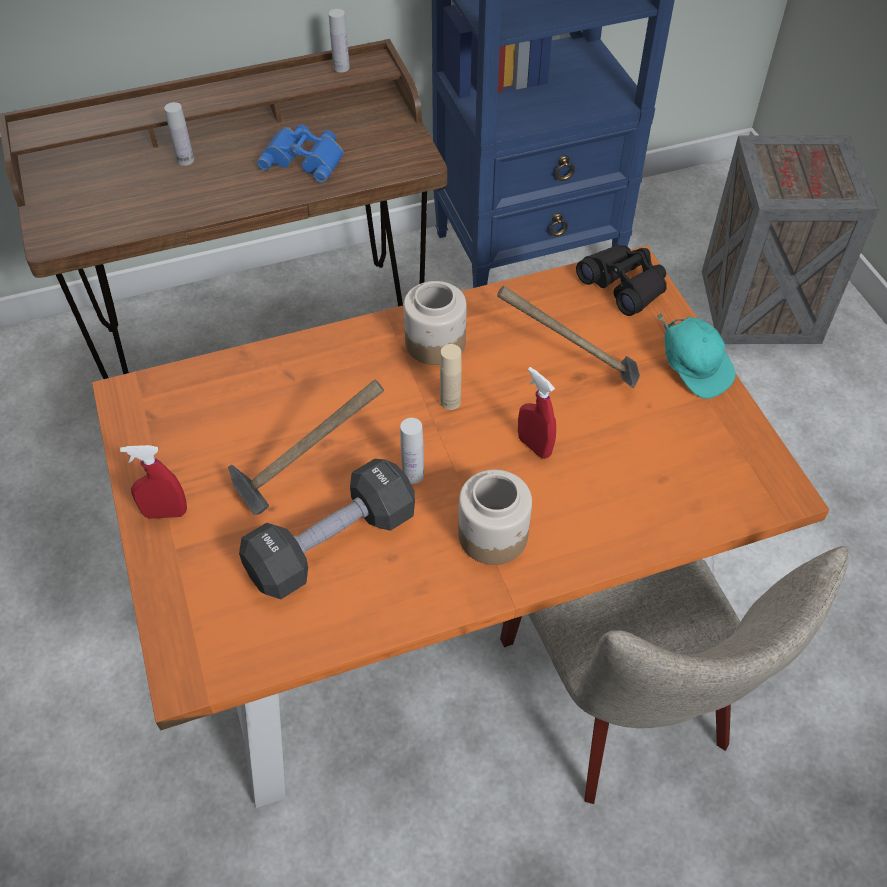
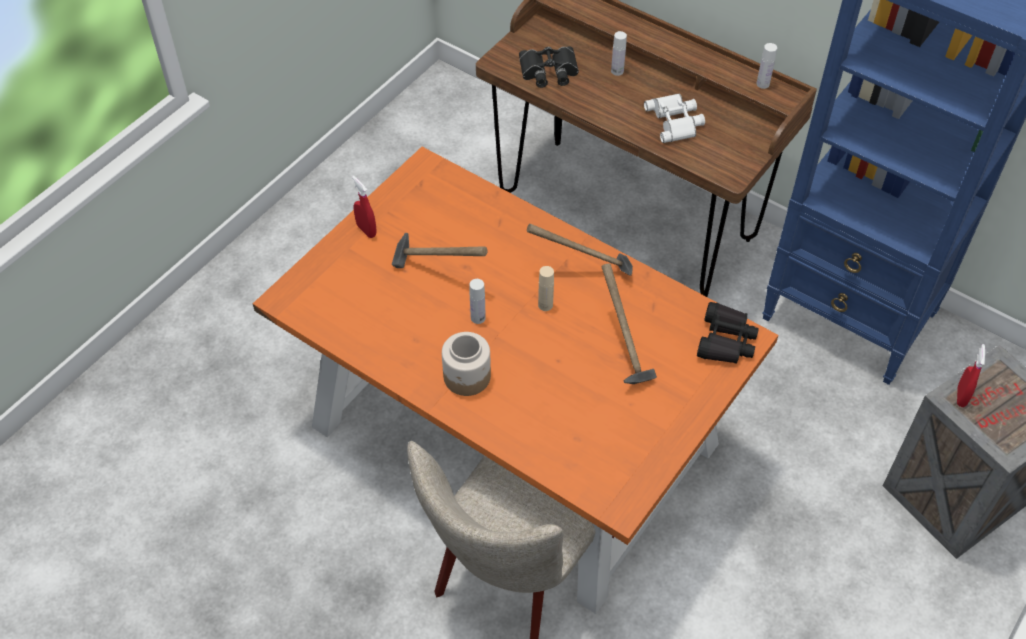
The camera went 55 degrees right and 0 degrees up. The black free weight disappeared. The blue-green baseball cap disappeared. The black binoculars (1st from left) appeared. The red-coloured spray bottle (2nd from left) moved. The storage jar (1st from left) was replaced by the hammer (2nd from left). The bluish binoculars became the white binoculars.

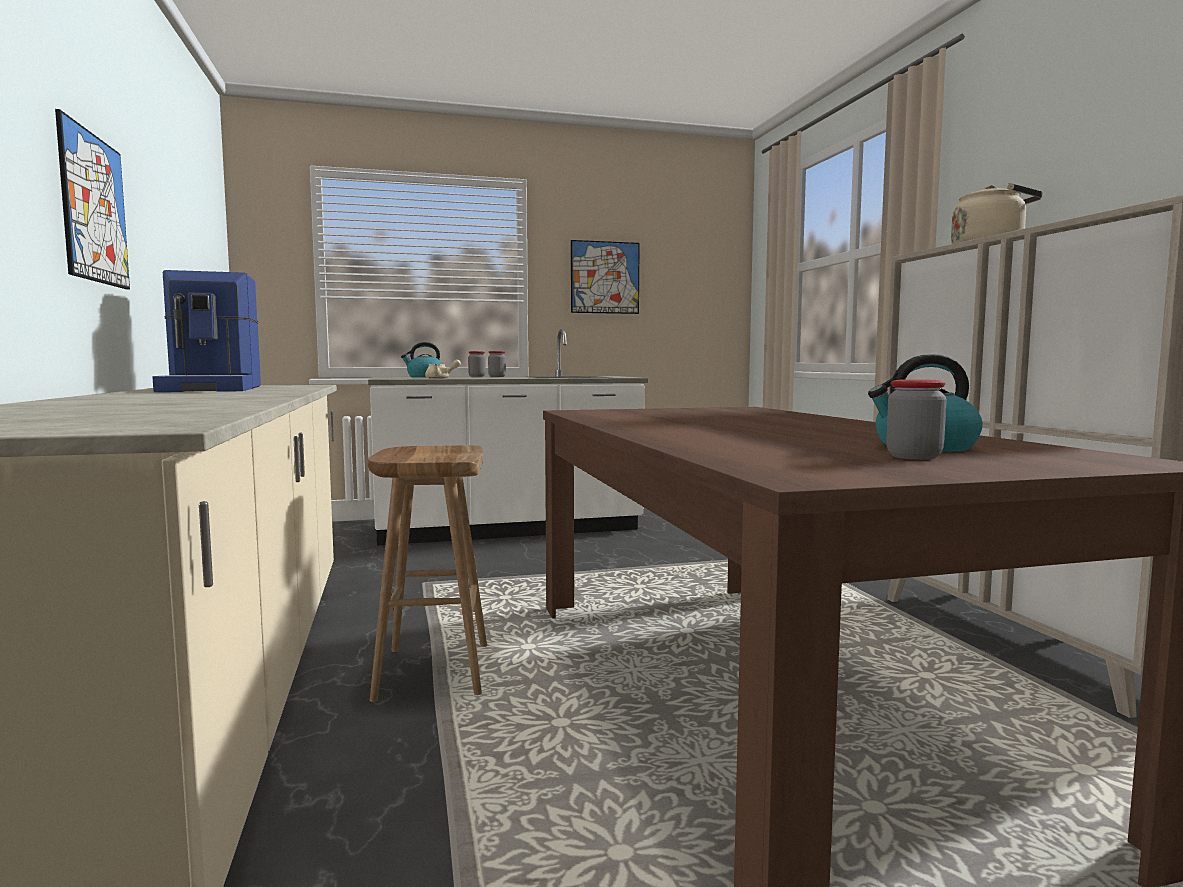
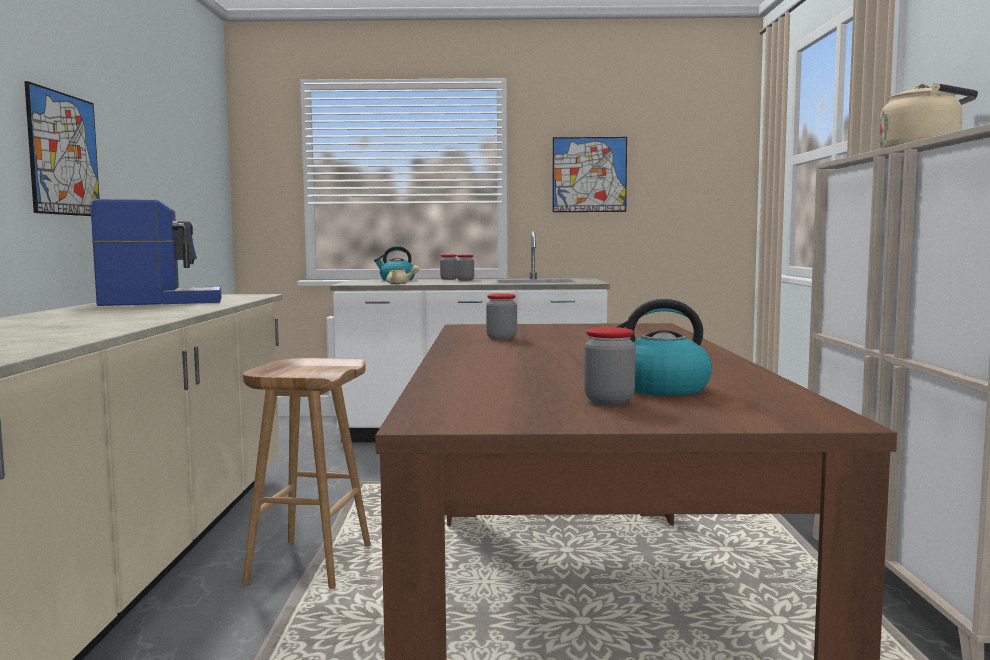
The camera went 15 degrees right and 0 degrees up. The storage jar (3rd from left) appeared. The coffee machine turned 105 degrees counterclockwise.

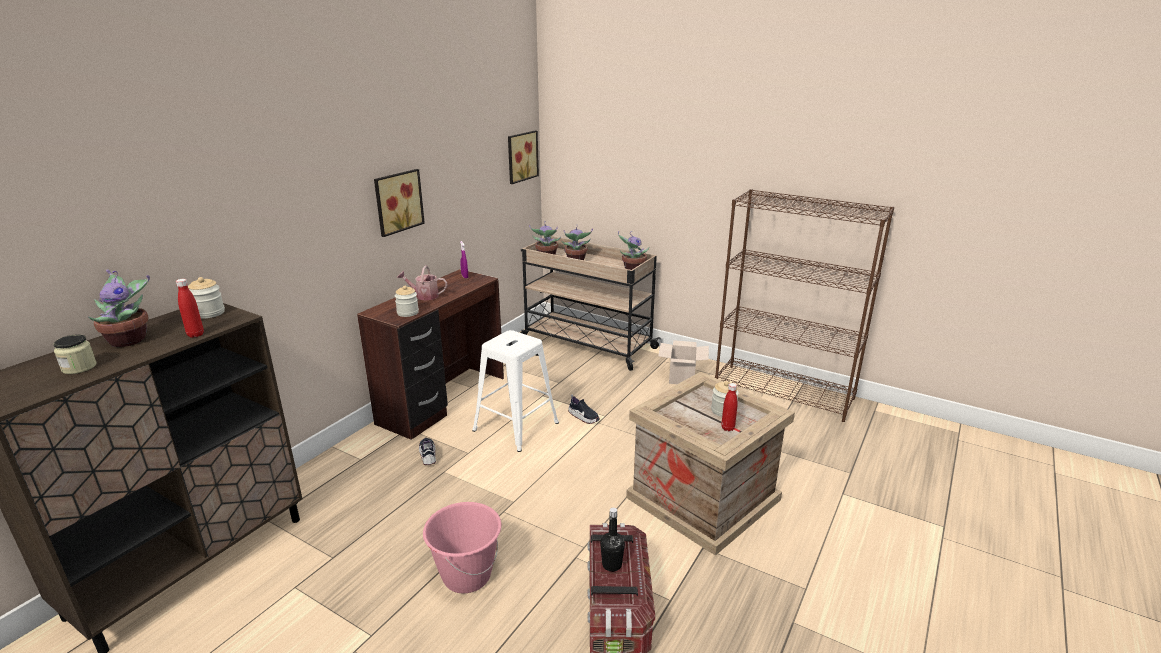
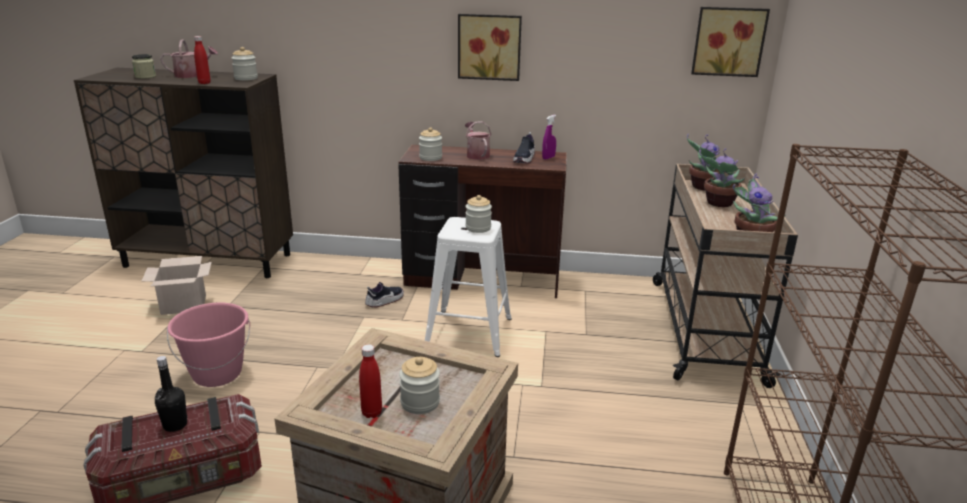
The camera went 65 degrees right and 0 degrees up. The storage jar (5th from left) appeared. The shoe (2nd from left) moved. The cardboard box moved. The plant in a pot (1st from left) was replaced by the watering pot (1st from left).

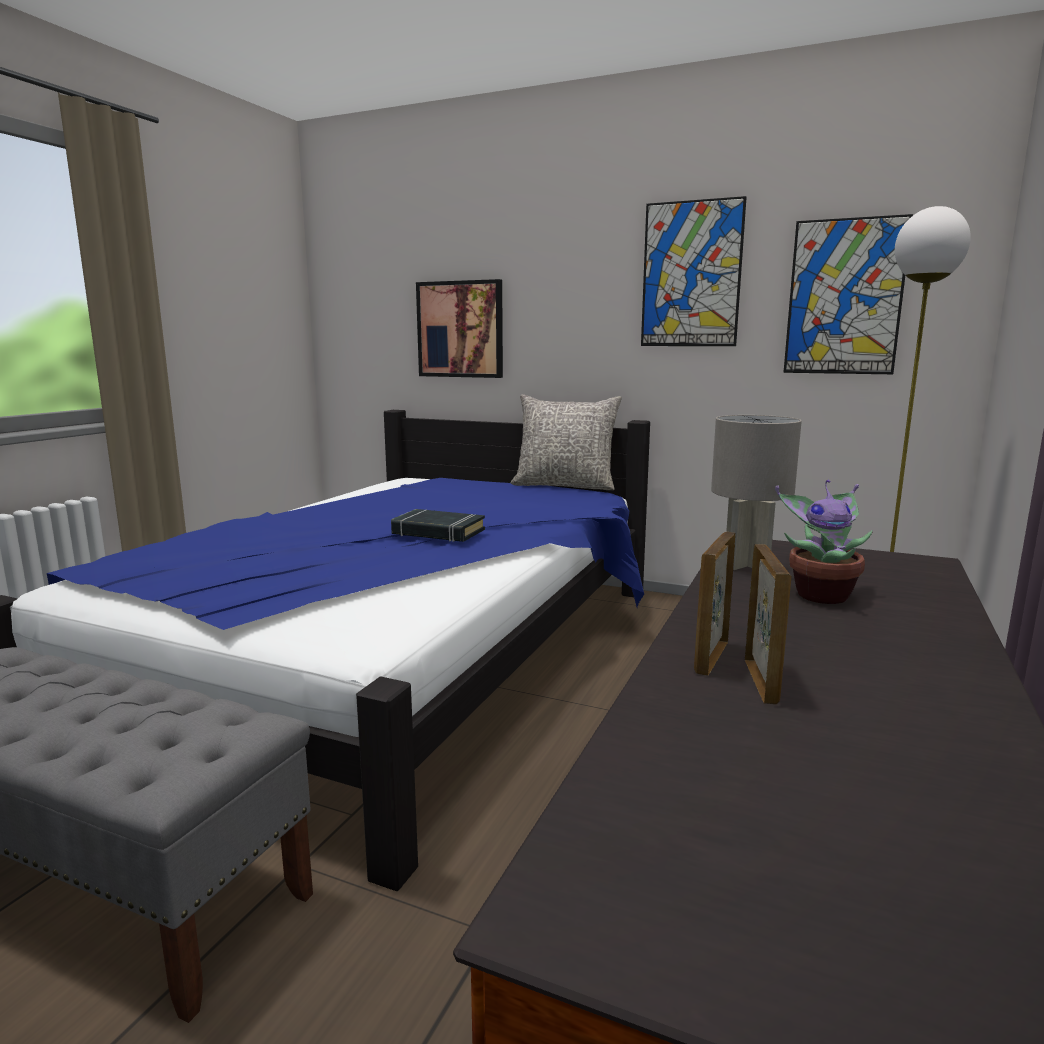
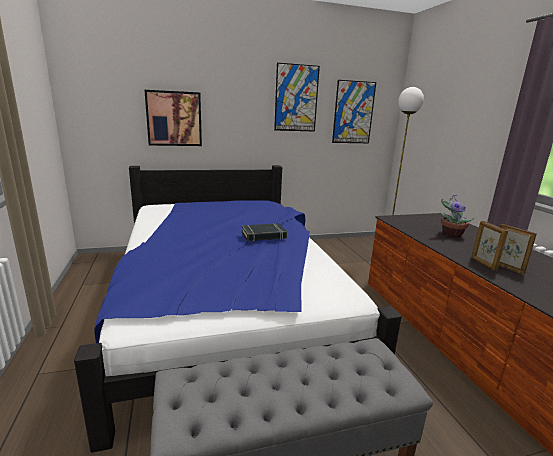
The camera went 40 degrees left and 5 degrees up. The grey cushion disappeared. The grey lamp for a table disappeared.

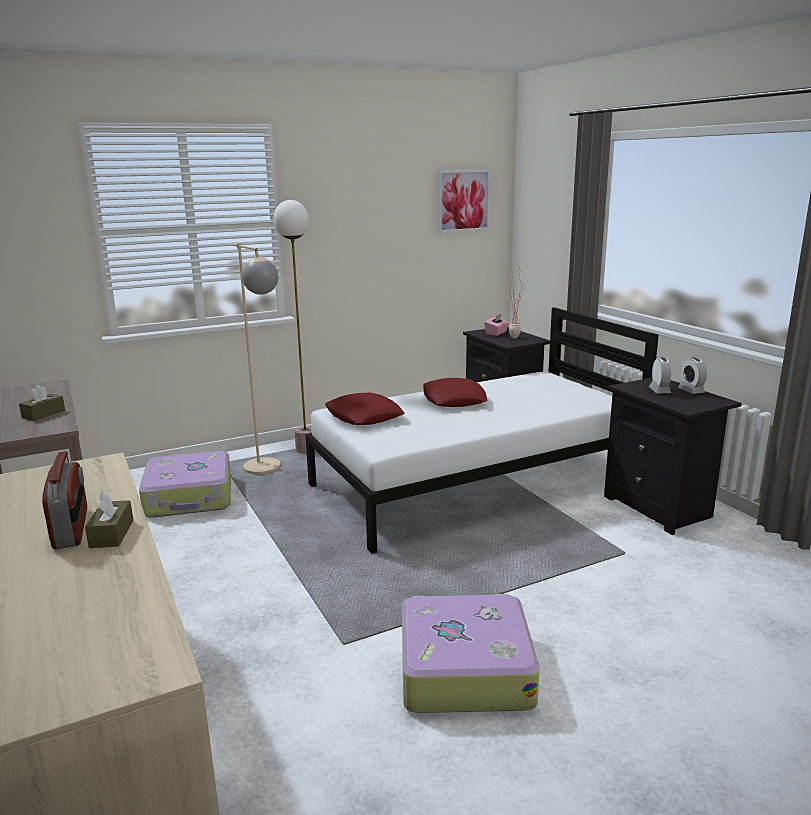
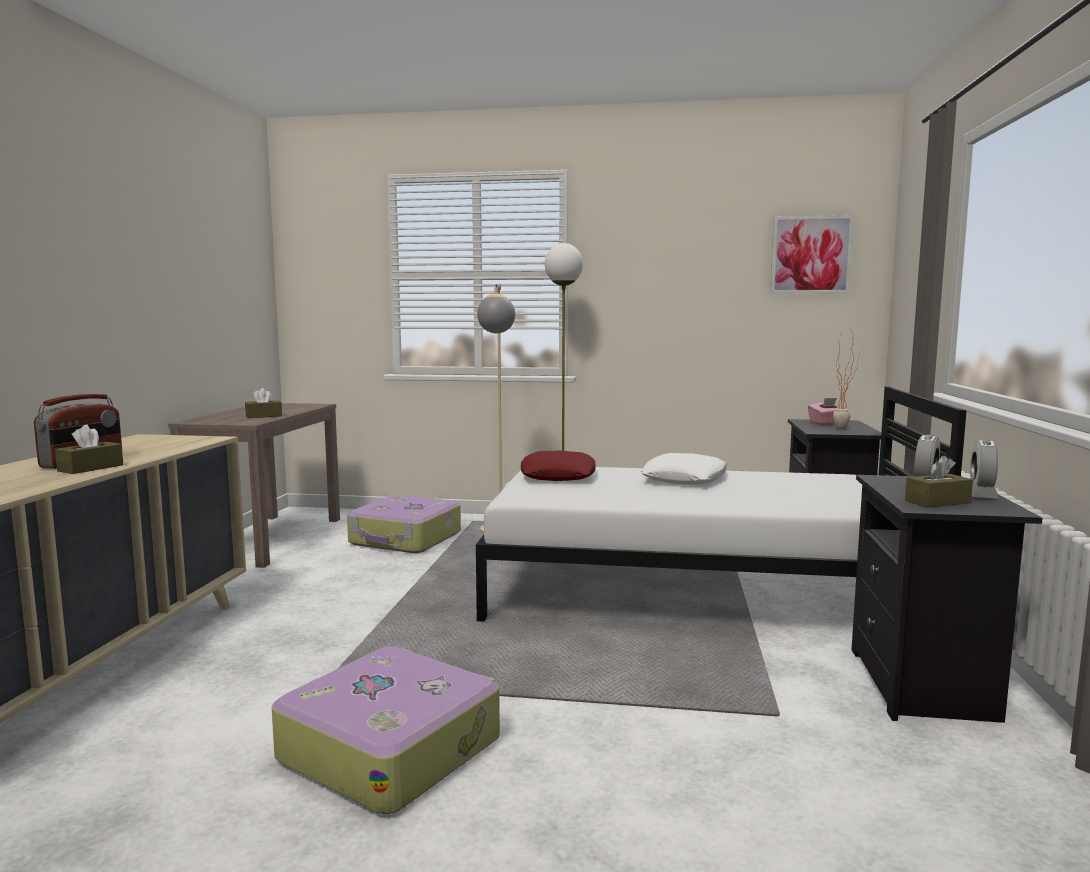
The camera went 35 degrees right and 10 degrees down. The brownish box of tissues (3rd from left) appeared. The red-coloured cushion (2nd from left) became the white cushion.

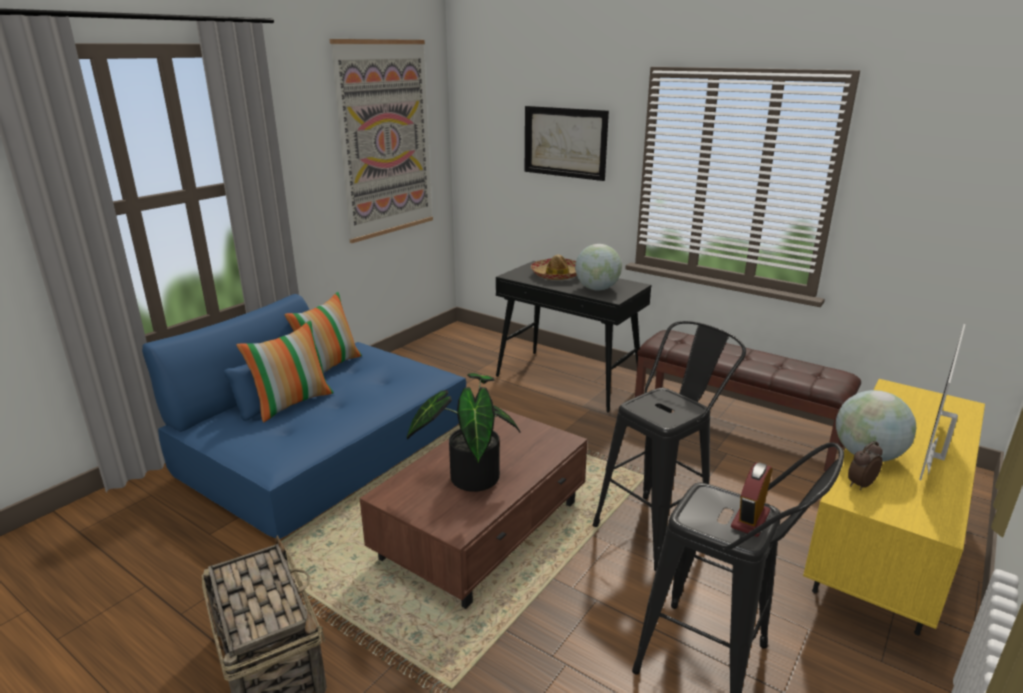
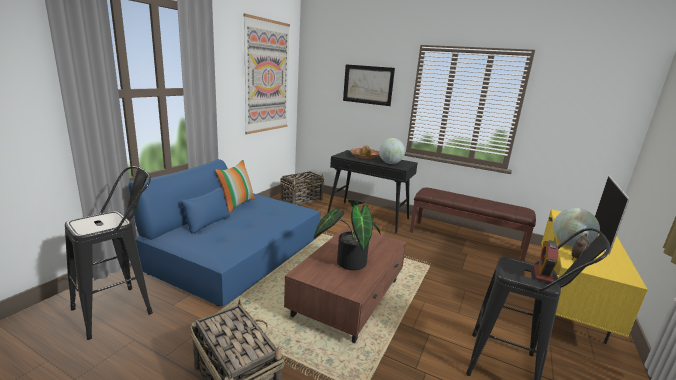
The camera went 10 degrees left and 5 degrees down. The cushion (1st from left) disappeared. The storage basket (2nd from left) appeared. The black stool (1st from left) moved.

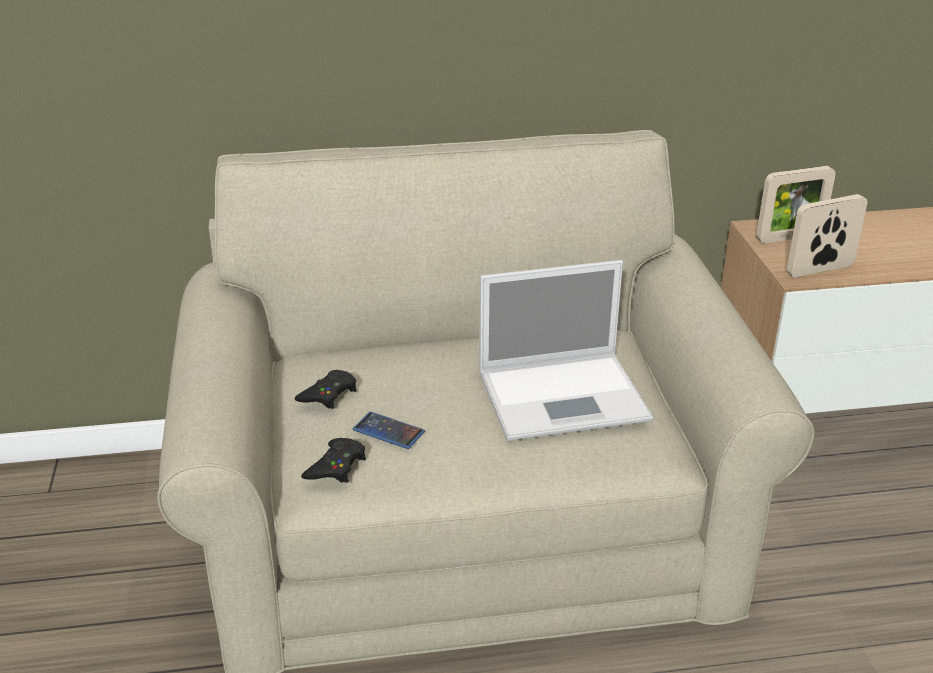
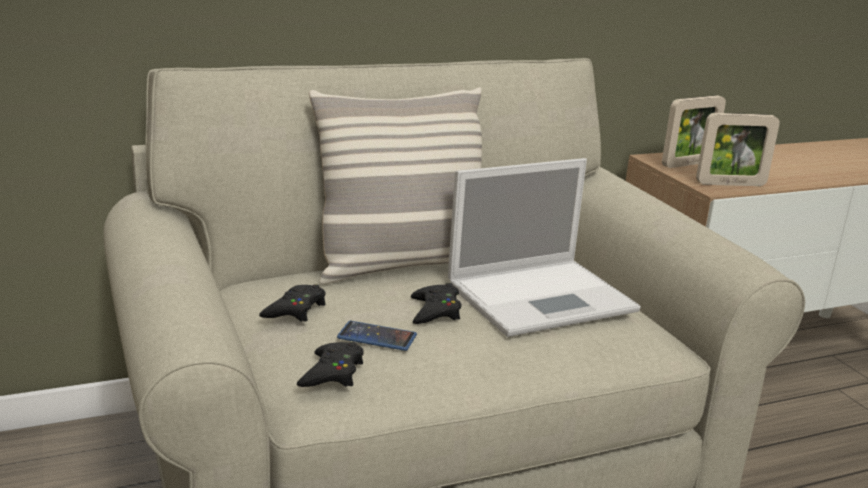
The camera went 15 degrees left and 10 degrees down. The cushion appeared. The black gamepad (3rd from left) appeared. The picture frame (2nd from left) turned 150 degrees counterclockwise.

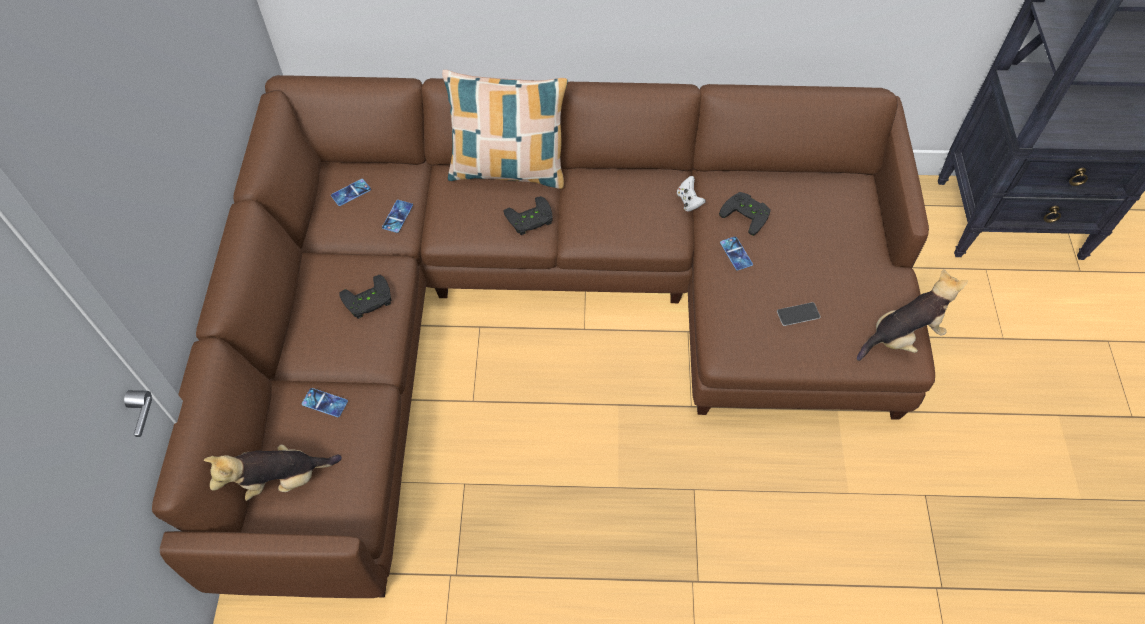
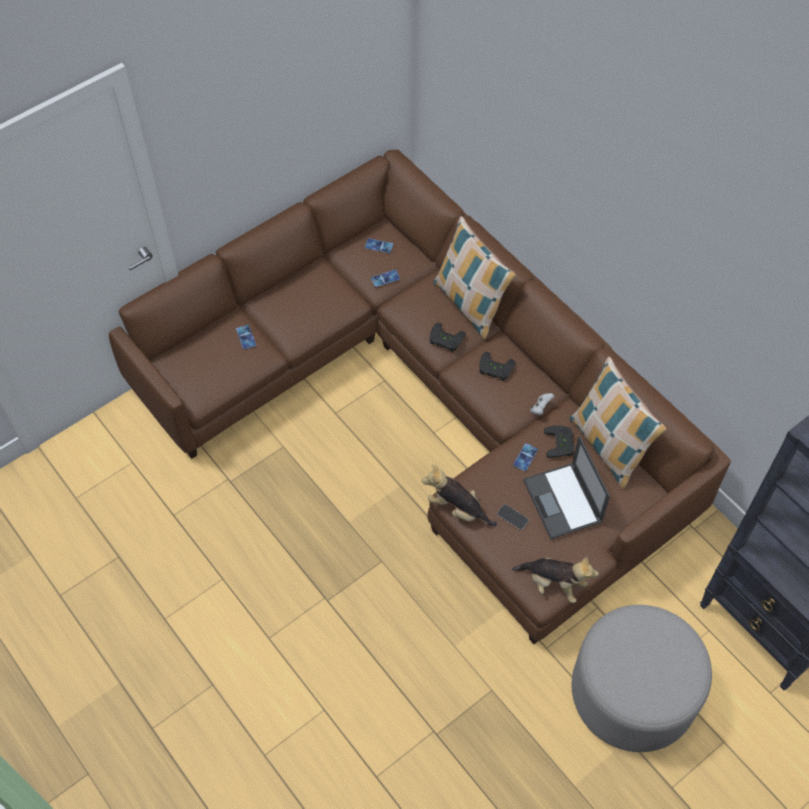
The camera went 50 degrees right and 0 degrees up. The notebook computer appeared. The cushion (2nd from left) appeared. The grey ottoman appeared. The plush toy (1st from left) moved. The black gamepad (1st from left in the first image) moved.

